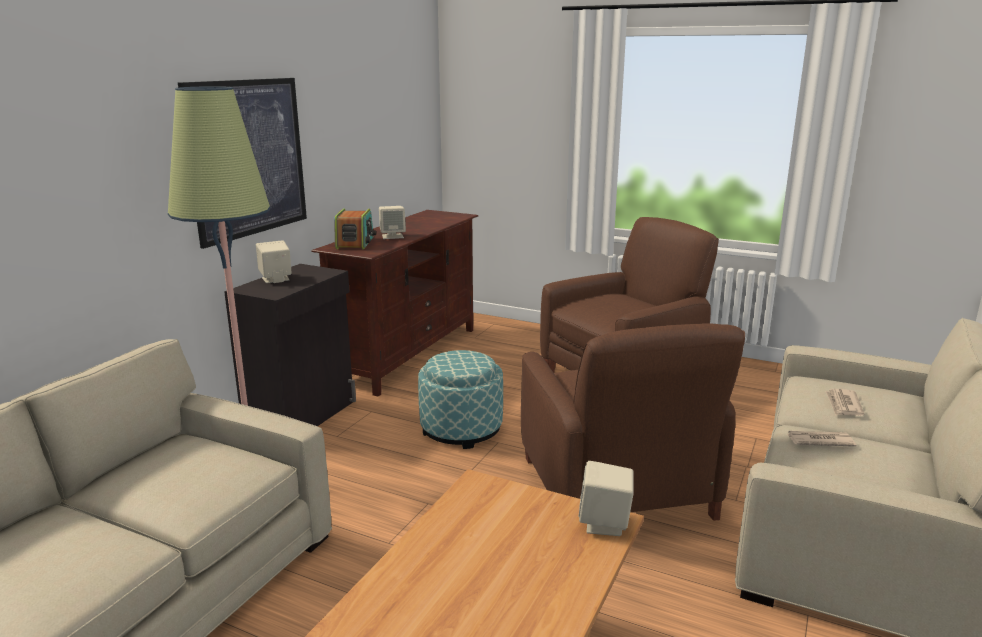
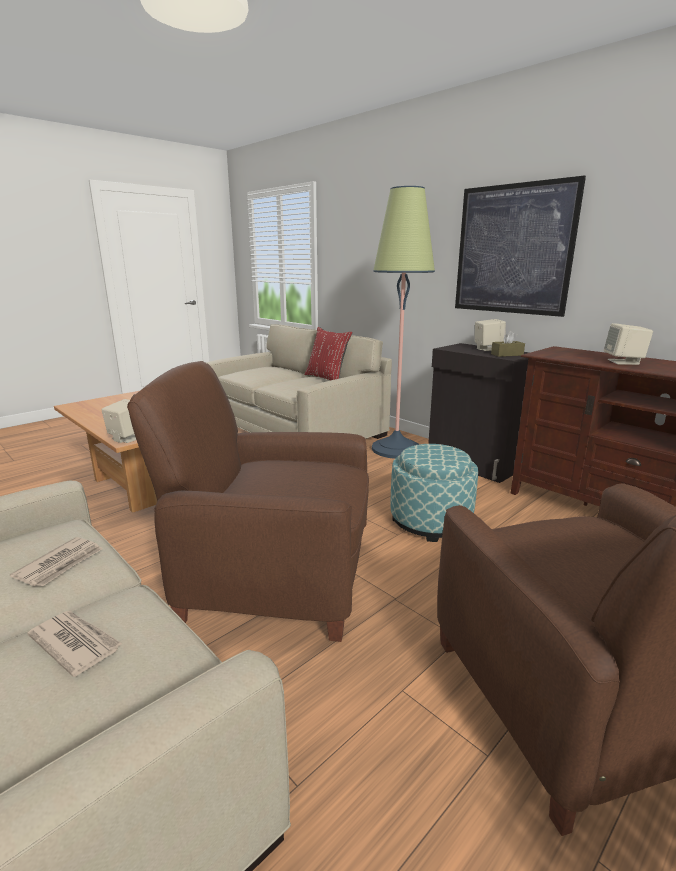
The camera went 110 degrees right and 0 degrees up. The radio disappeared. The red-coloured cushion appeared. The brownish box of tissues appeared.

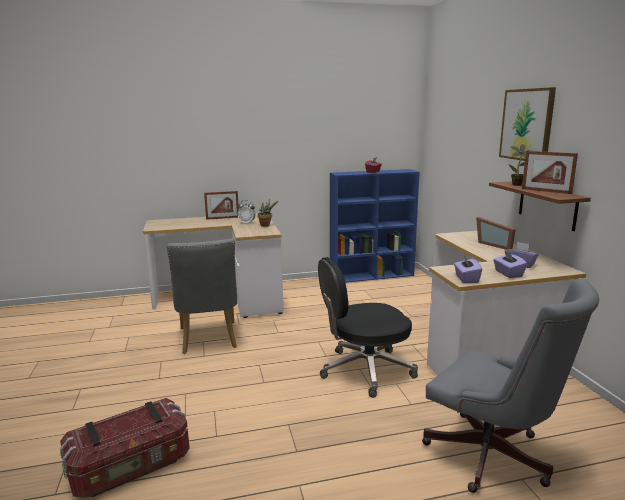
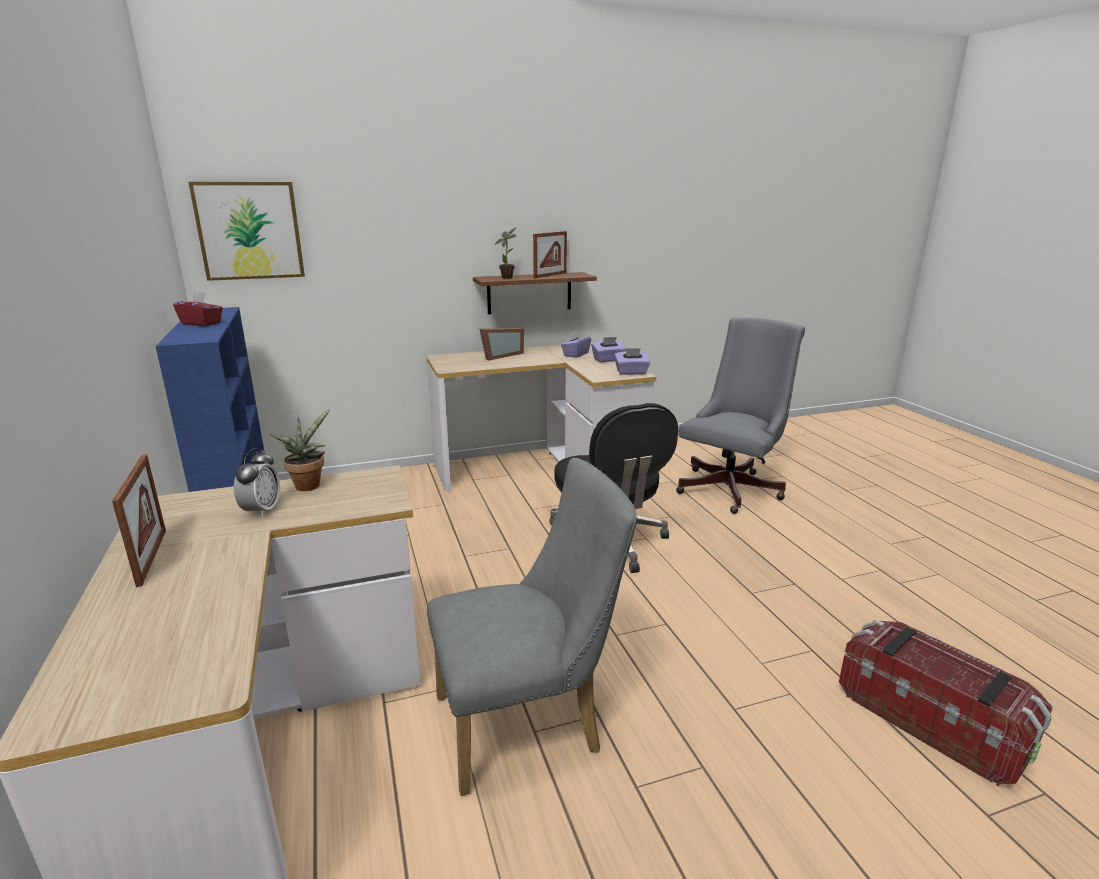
The camera went 95 degrees left and 5 degrees up. The wall picture moved.

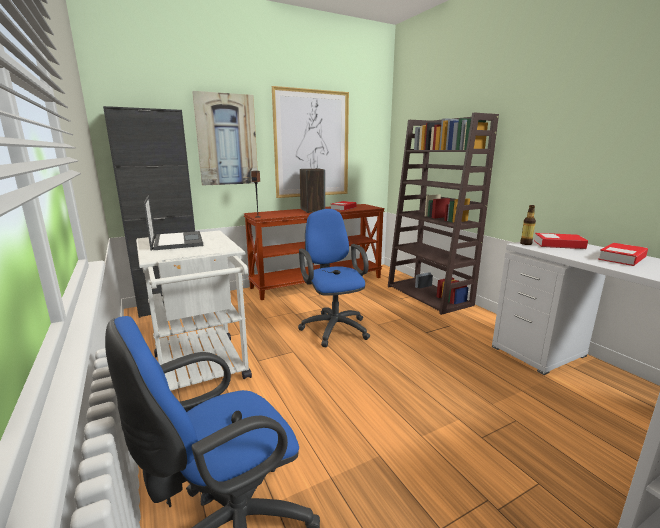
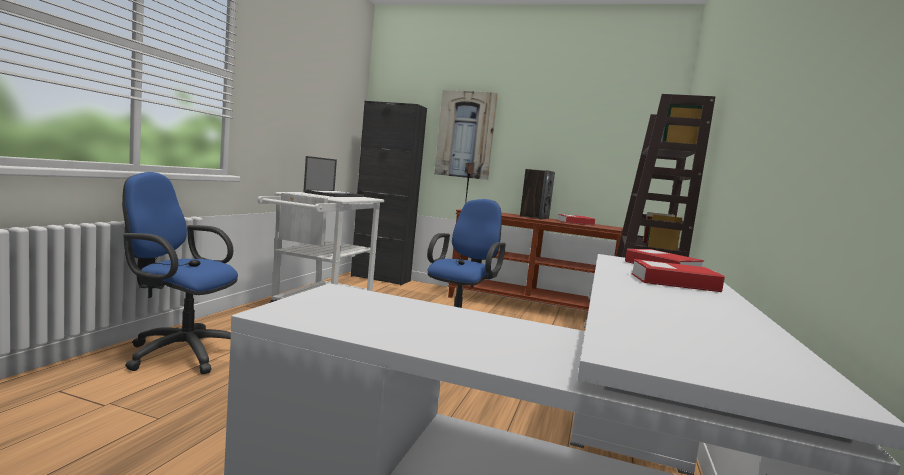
The camera went 45 degrees right and 10 degrees down. The wall picture (2nd from left) disappeared. The drink bottle disappeared.

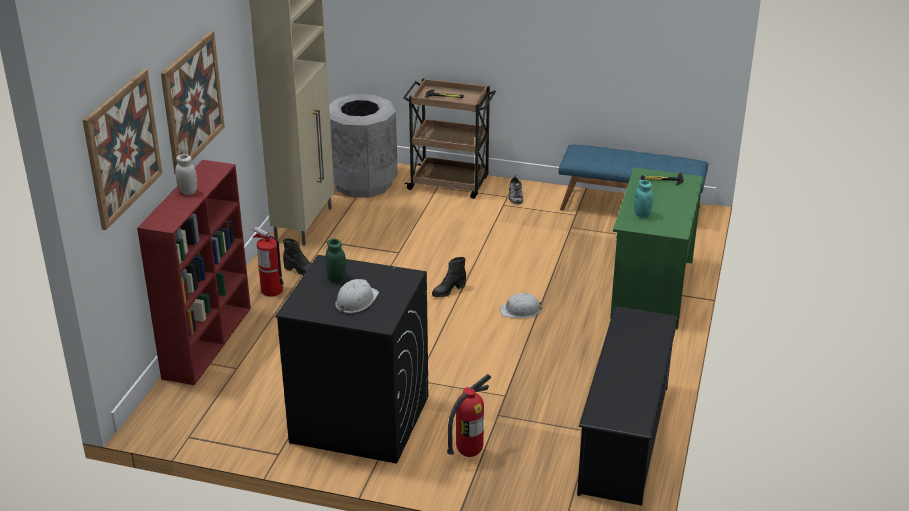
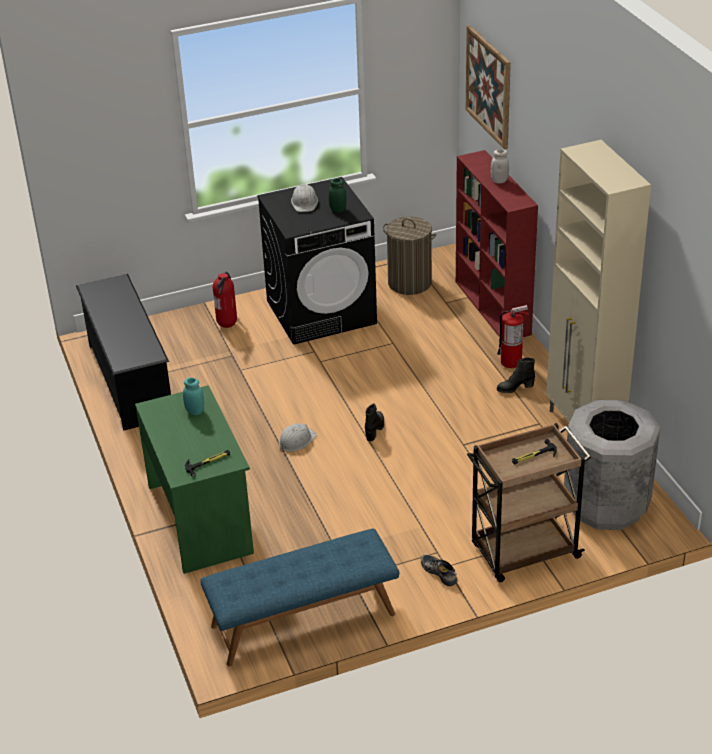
The camera went 145 degrees right and 5 degrees up. The wall picture (2nd from left) disappeared. The laundry basket appeared.

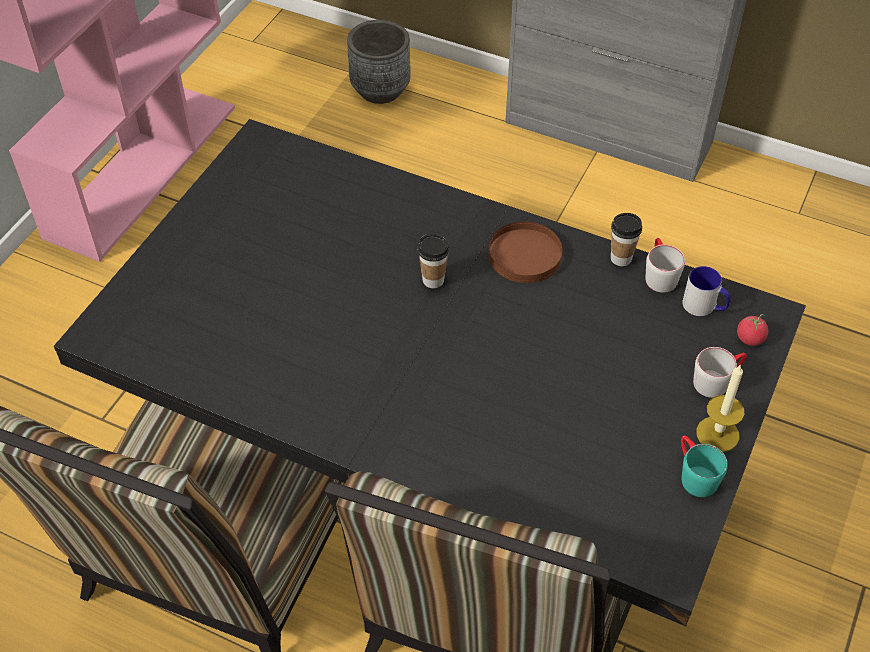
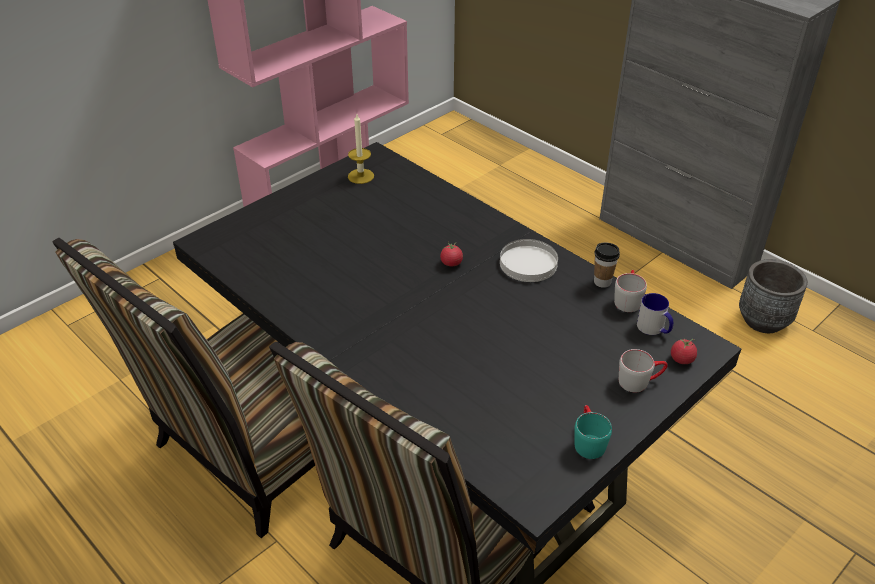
The camera went 20 degrees right and 10 degrees down. The grey plant pot moved. The wax candle moved. The cup (1st from left) was replaced by the whole tomato (1st from left). The brownish plate became the white plate.

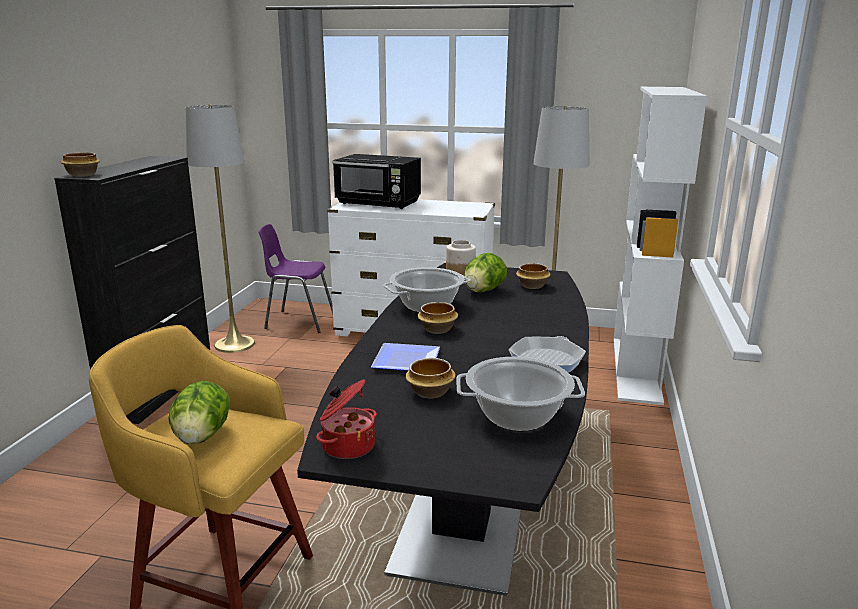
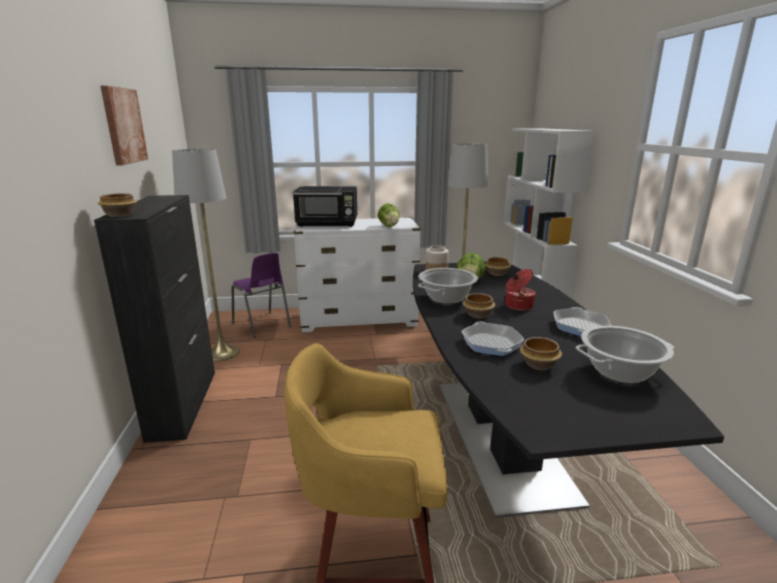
The camera went 20 degrees left and 0 degrees up. The wall picture appeared. The head of lettuce (1st from left) moved. The saucepot (1st from left in the first image) moved. The plate was replaced by the pan (1st from left). The purple plain chair turned 120 degrees counterclockwise.

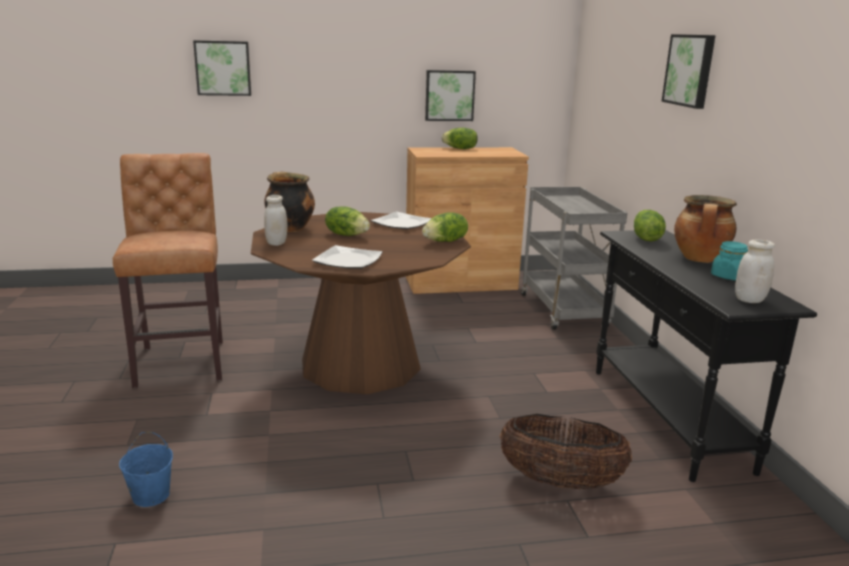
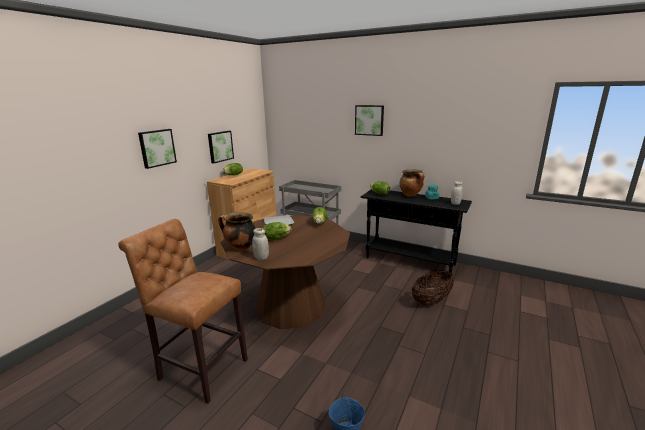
The camera went 50 degrees left and 0 degrees up. The plate (1st from left) disappeared. The wall picture (1st from left) moved.

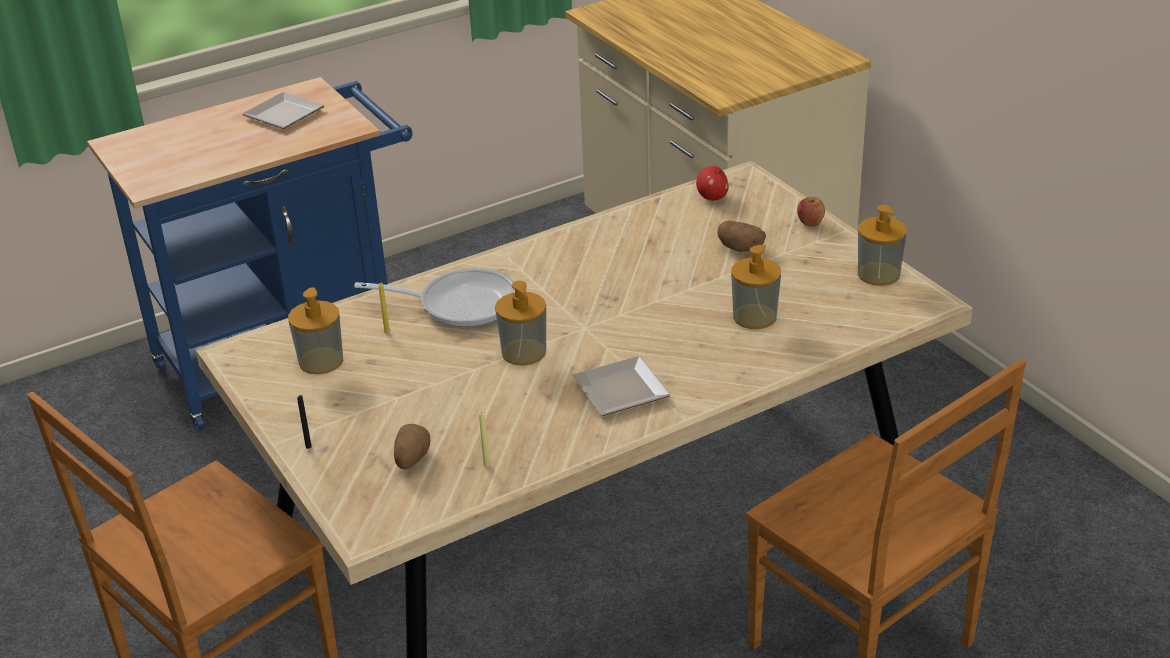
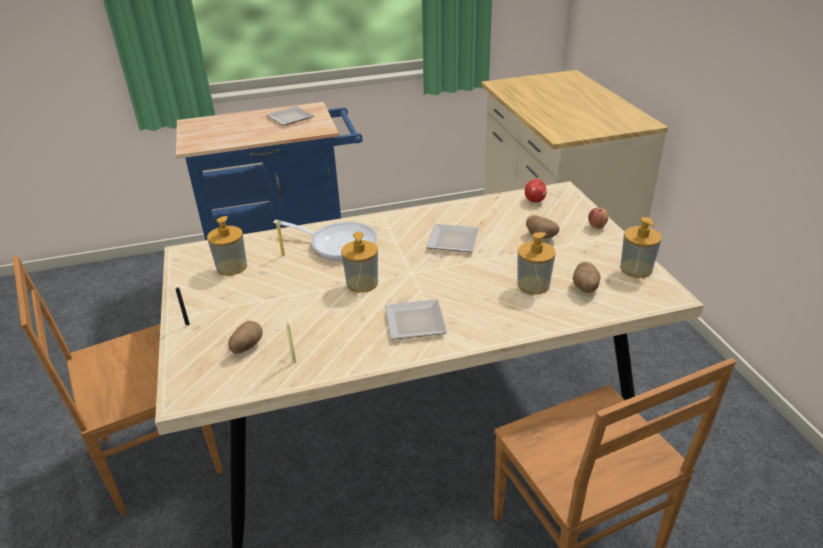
The camera went 15 degrees right and 0 degrees up. The plate (3rd from left) appeared. The potato (3rd from left) appeared.

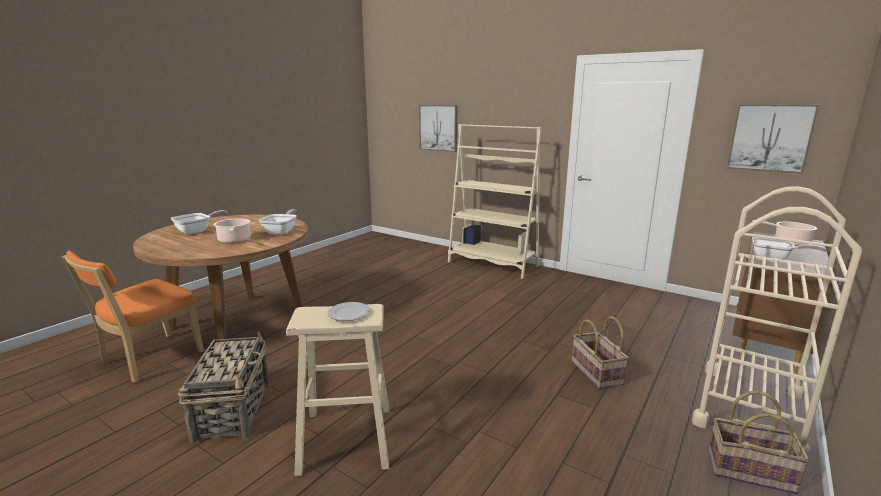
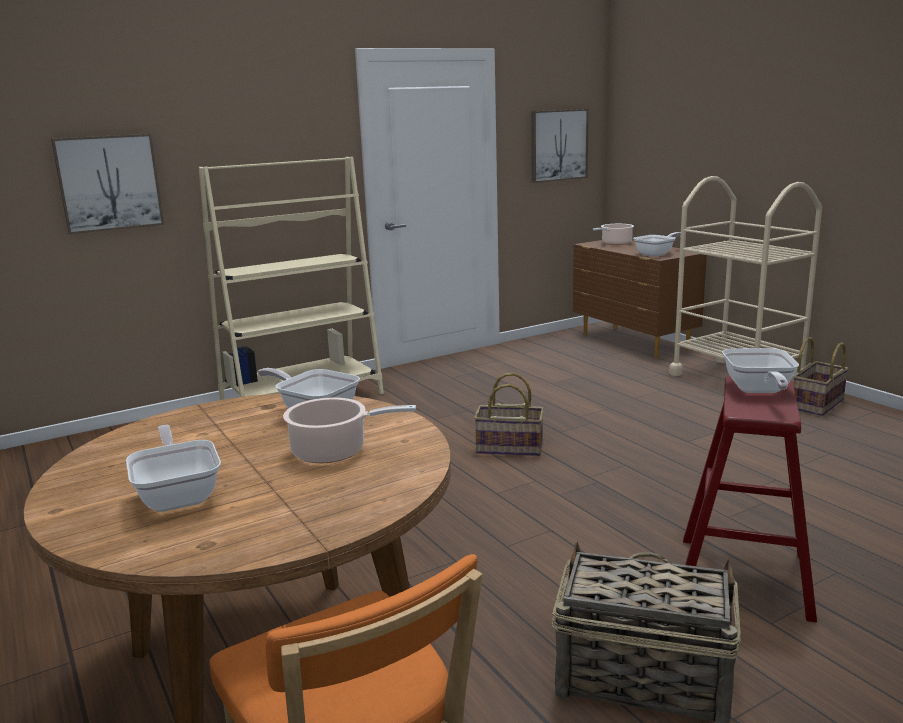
The camera went 65 degrees left and 0 degrees up. The storage basket (2nd from left in the first image) moved. The plate was replaced by the pan (4th from left). The beige stool became the red-coloured stool.

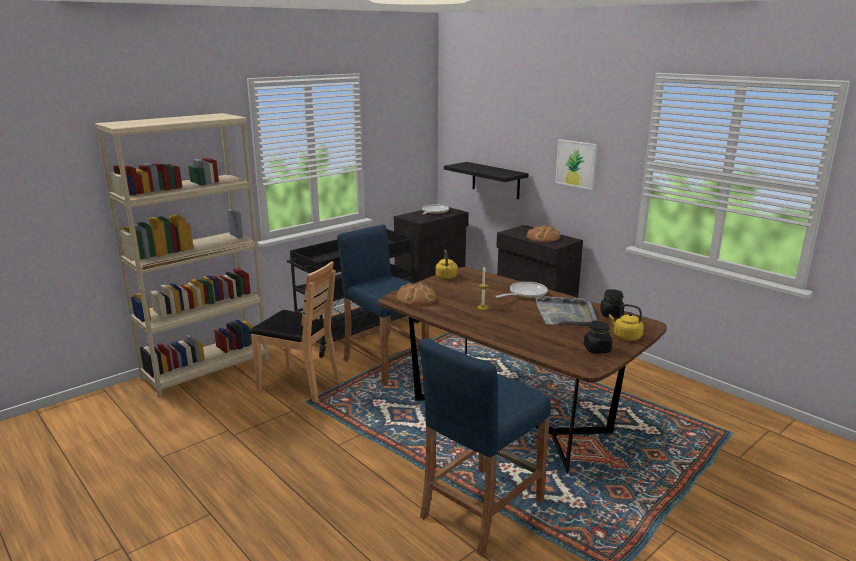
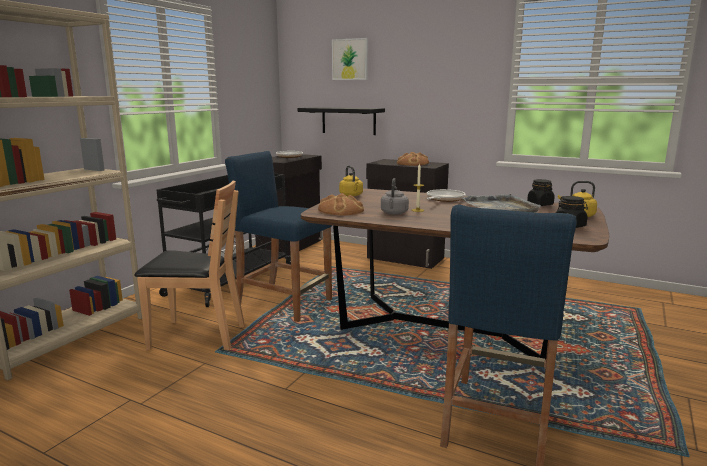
The camera went 20 degrees left and 5 degrees down. The grey water kettle appeared. The wall picture moved.

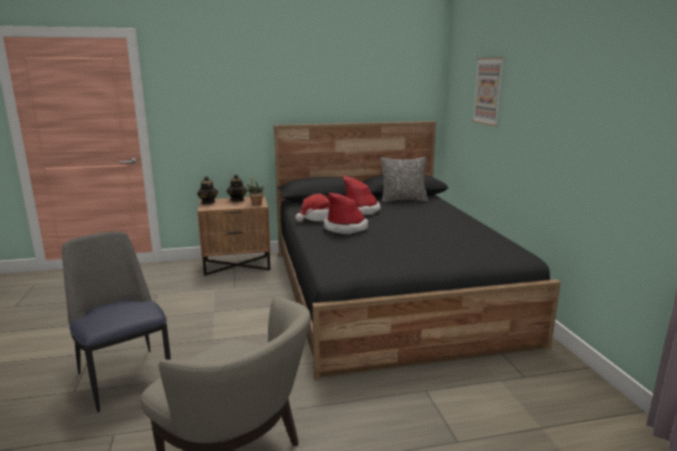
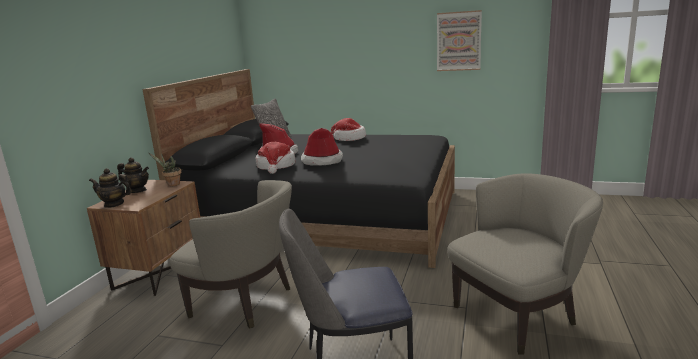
The camera went 60 degrees left and 0 degrees up. The beige easy chair (1st from left) appeared. The hat (4th from left) appeared. The wall picture moved.

